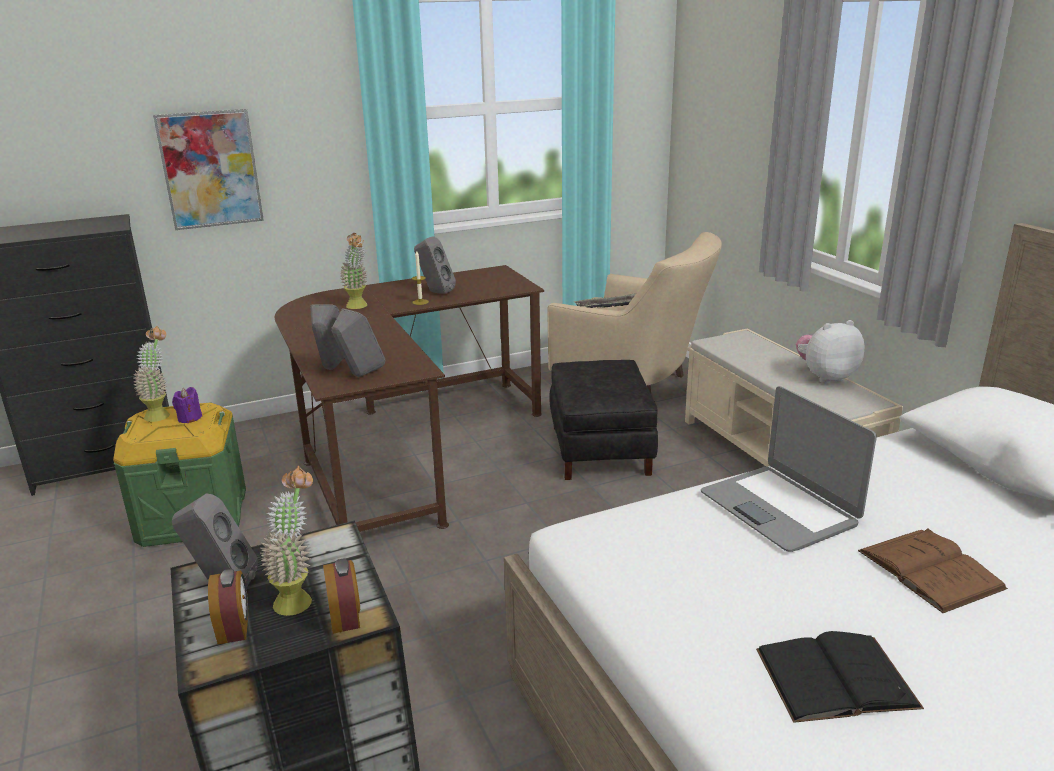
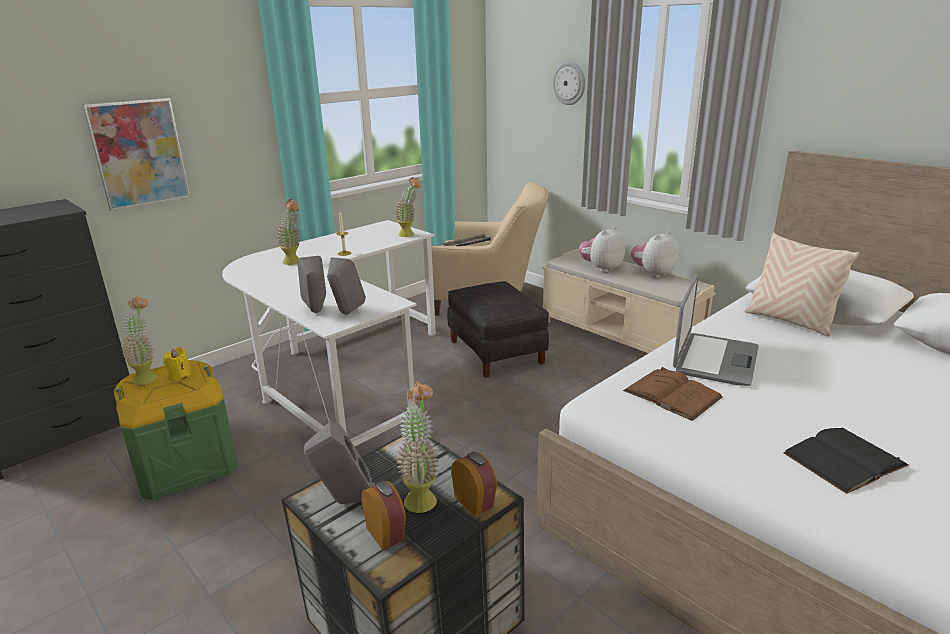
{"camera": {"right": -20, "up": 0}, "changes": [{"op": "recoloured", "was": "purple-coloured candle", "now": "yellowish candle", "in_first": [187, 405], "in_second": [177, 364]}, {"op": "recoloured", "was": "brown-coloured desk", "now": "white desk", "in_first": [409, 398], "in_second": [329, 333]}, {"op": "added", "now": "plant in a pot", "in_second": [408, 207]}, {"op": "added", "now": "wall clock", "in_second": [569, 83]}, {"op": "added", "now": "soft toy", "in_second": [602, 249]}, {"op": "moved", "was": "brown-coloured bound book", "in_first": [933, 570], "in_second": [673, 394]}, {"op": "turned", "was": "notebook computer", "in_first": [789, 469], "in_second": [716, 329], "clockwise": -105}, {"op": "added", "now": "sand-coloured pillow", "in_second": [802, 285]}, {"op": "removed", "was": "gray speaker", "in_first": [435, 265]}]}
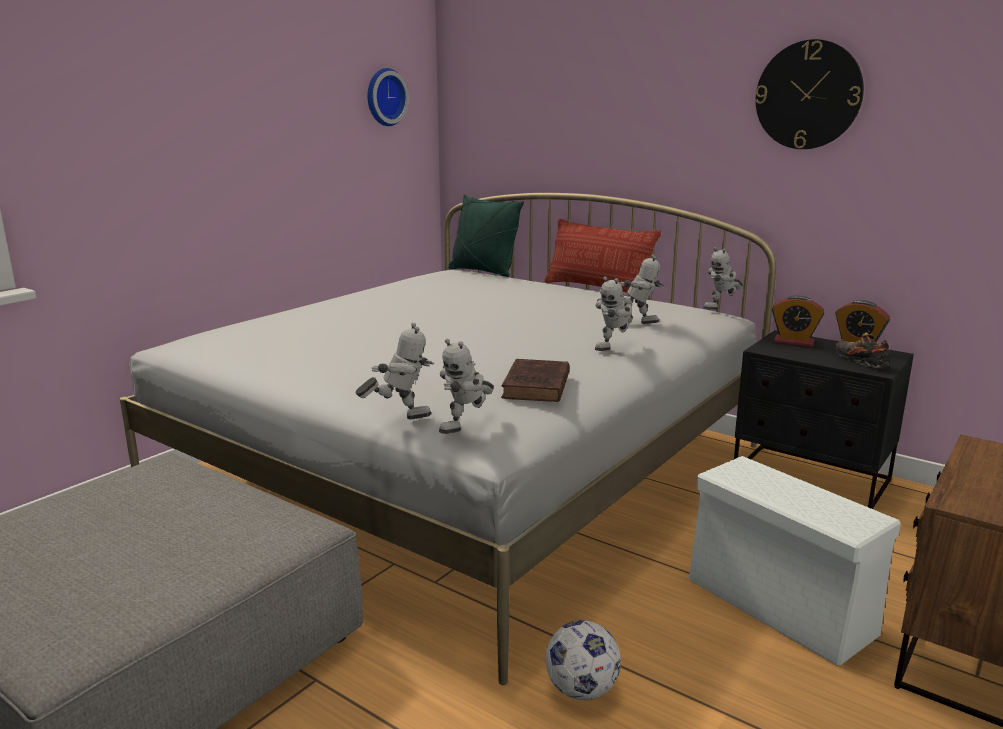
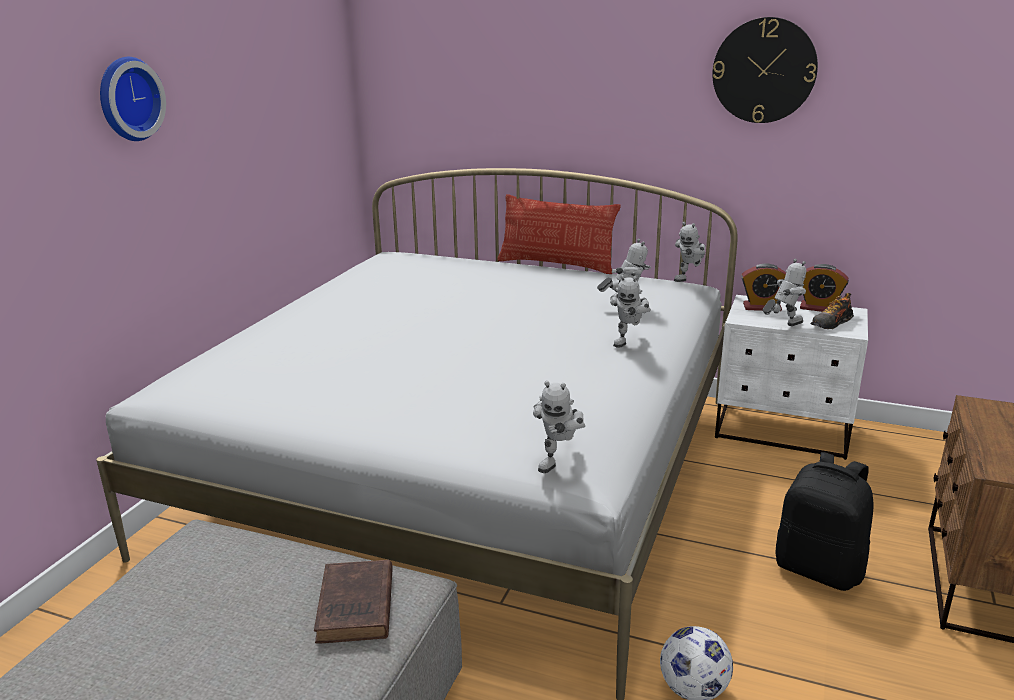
{"camera": {"right": -15, "up": 5}, "changes": [{"op": "moved", "was": "wall clock", "in_first": [388, 97], "in_second": [133, 99]}, {"op": "moved", "was": "brown-coloured bound book", "in_first": [535, 380], "in_second": [353, 602]}, {"op": "recoloured", "was": "black-coloured night table", "now": "white night table", "in_first": [824, 419], "in_second": [791, 377]}, {"op": "moved", "was": "toy robot", "in_first": [395, 371], "in_second": [784, 292]}, {"op": "replaced", "was": "white storage container", "now": "black-coloured rucksack", "in_first": [795, 561], "in_second": [824, 521]}, {"op": "turned", "was": "shoe", "in_first": [862, 350], "in_second": [832, 311], "clockwise": -90}, {"op": "removed", "was": "green pillow", "in_first": [486, 235]}]}
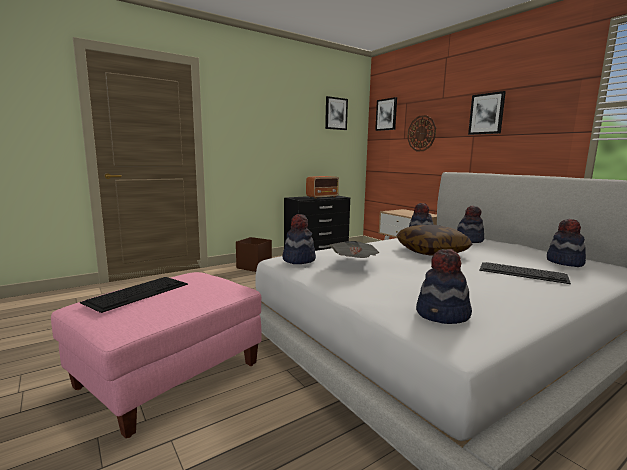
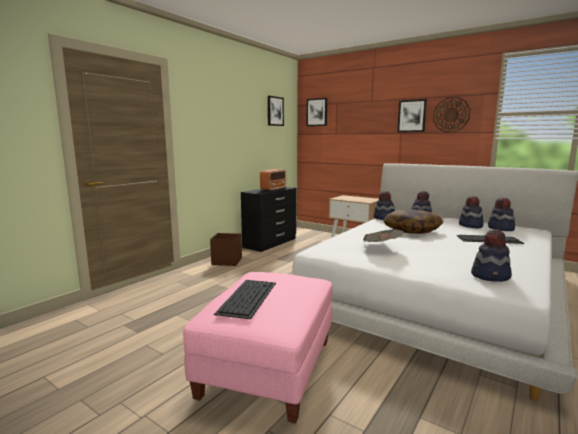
{"camera": {"right": -20, "up": 0}, "changes": [{"op": "moved", "was": "wall clock", "in_first": [421, 133], "in_second": [452, 115]}, {"op": "moved", "was": "wearable hat", "in_first": [299, 239], "in_second": [471, 212]}]}
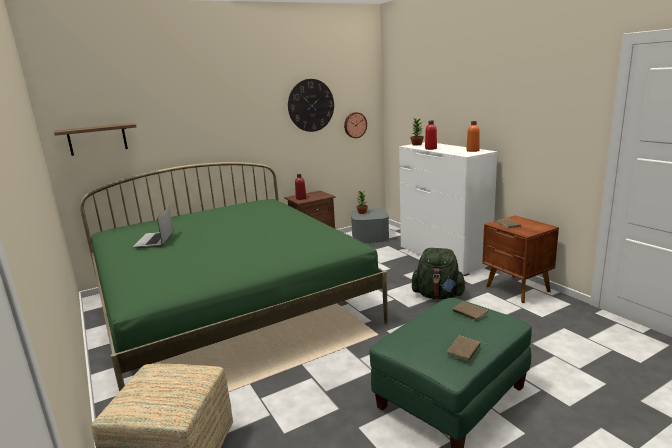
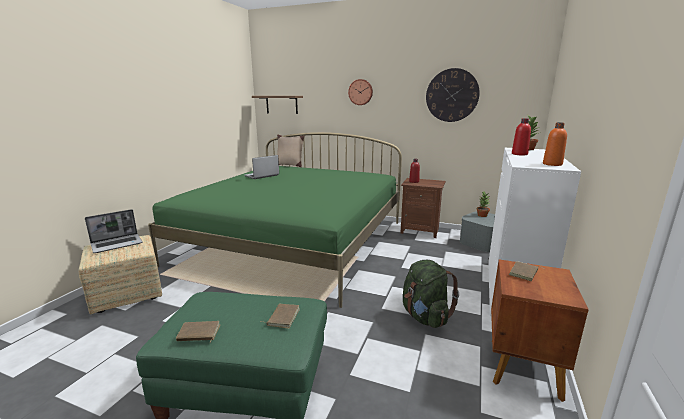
{"camera": {"right": 50, "up": 0}, "changes": [{"op": "added", "now": "notebook computer", "in_second": [113, 231]}, {"op": "added", "now": "sand-coloured pillow", "in_second": [291, 151]}, {"op": "moved", "was": "wall clock", "in_first": [355, 125], "in_second": [360, 92]}]}
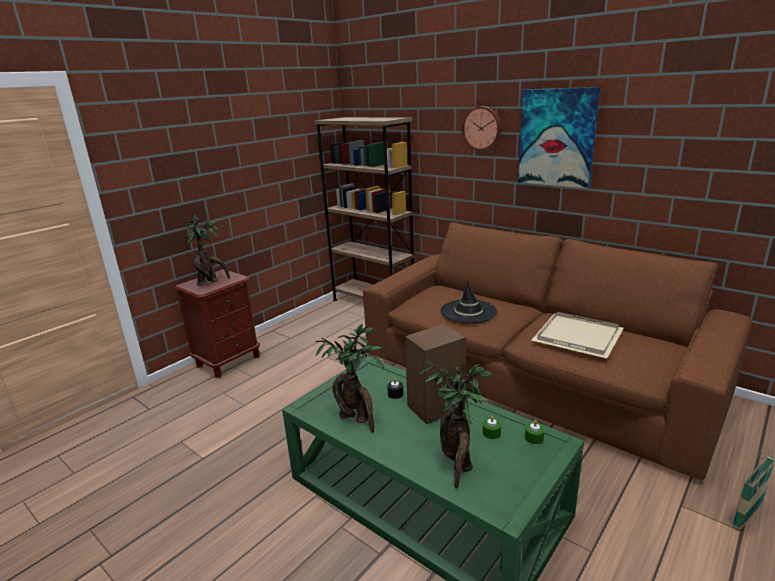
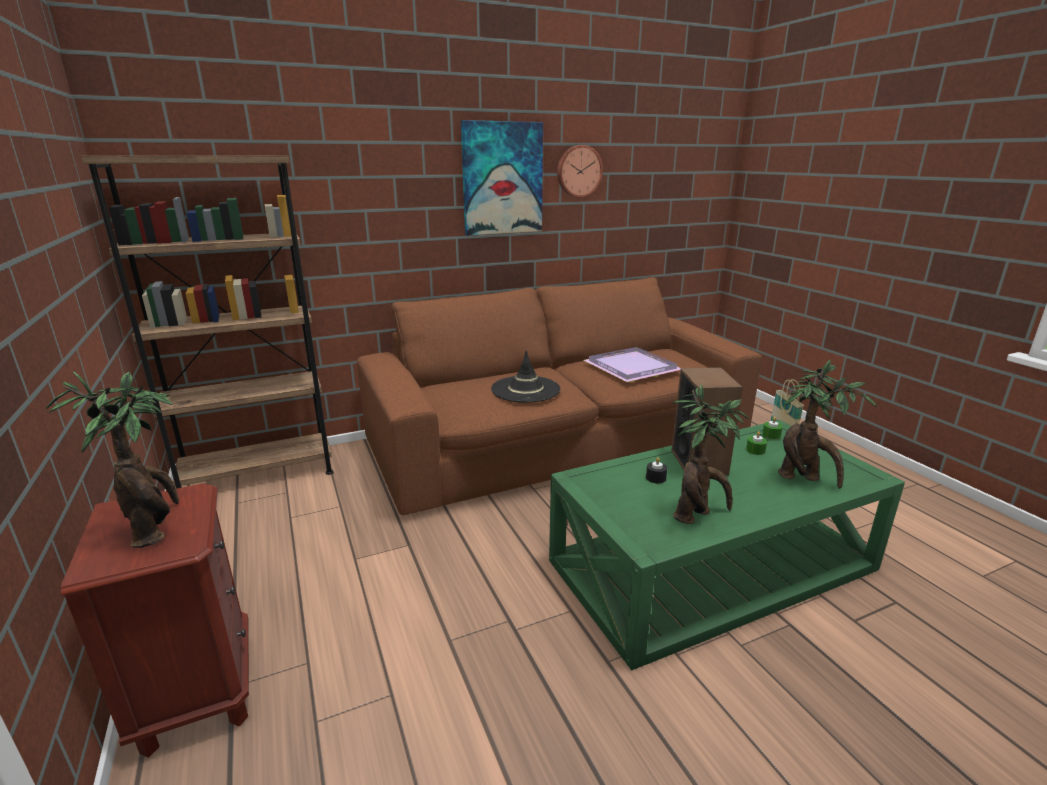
{"camera": {"right": -65, "up": 0}, "changes": [{"op": "moved", "was": "wall clock", "in_first": [481, 128], "in_second": [580, 171]}, {"op": "recoloured", "was": "sand-coloured tray", "now": "purple-coloured tray", "in_first": [578, 335], "in_second": [632, 364]}]}
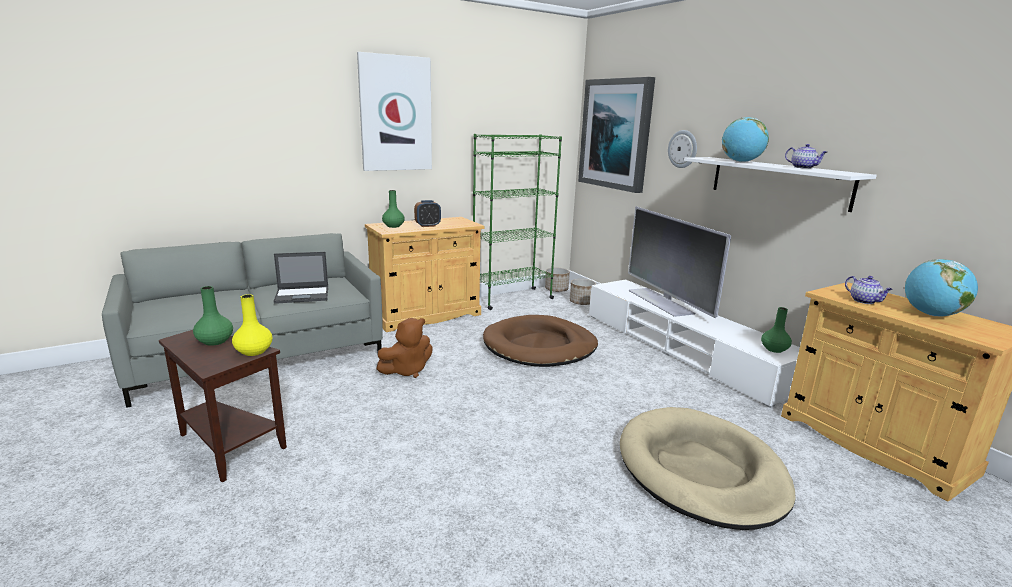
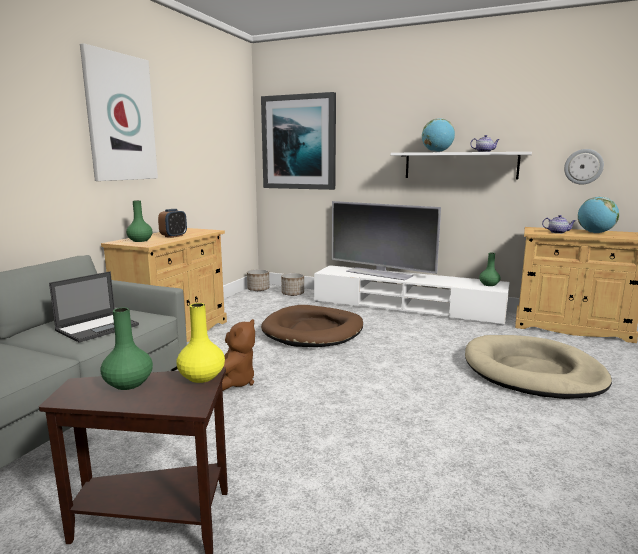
{"camera": {"right": -35, "up": -5}, "changes": [{"op": "moved", "was": "wall clock", "in_first": [682, 149], "in_second": [584, 167]}, {"op": "removed", "was": "green bookshelf", "in_first": [517, 222]}]}
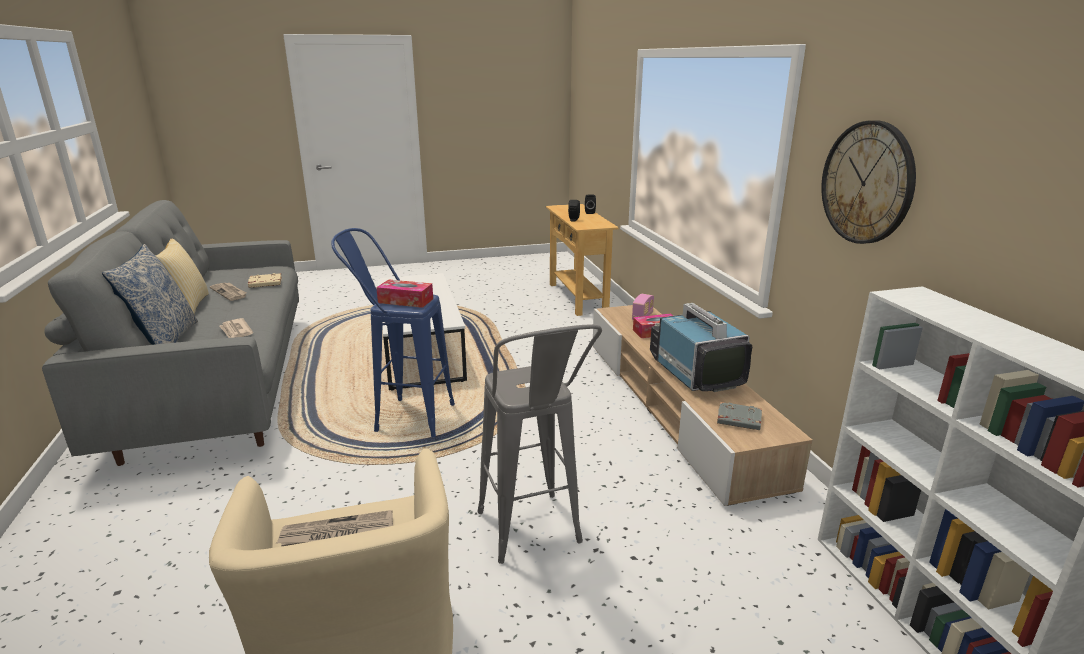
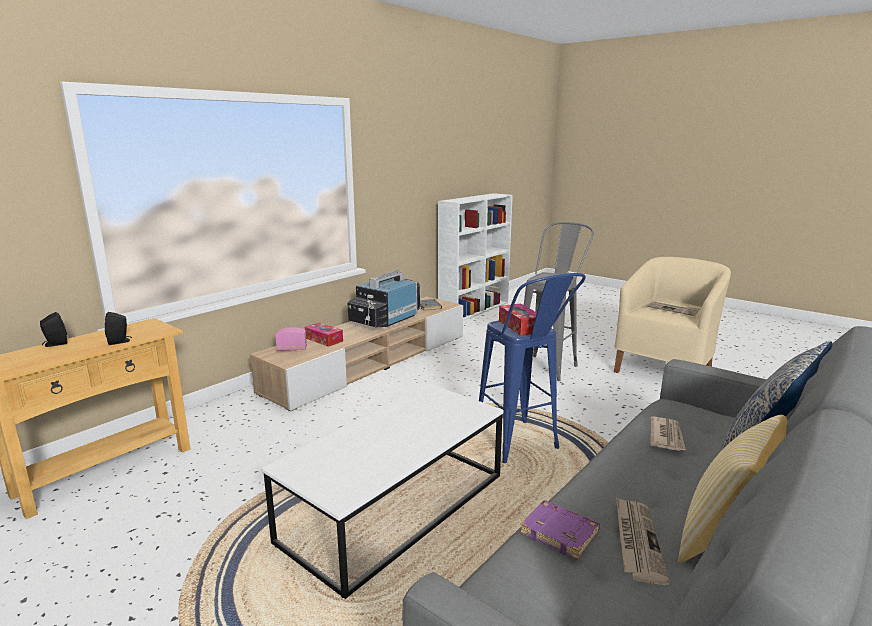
{"camera": {"right": -125, "up": -5}, "changes": [{"op": "recoloured", "was": "sand-coloured bound book", "now": "purple-coloured bound book", "in_first": [265, 280], "in_second": [560, 530]}, {"op": "removed", "was": "wall clock", "in_first": [869, 182]}]}
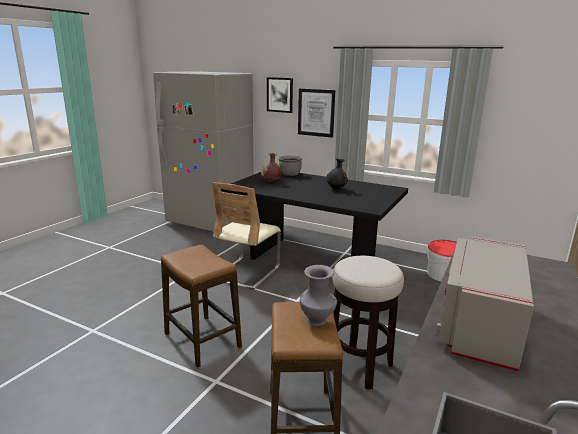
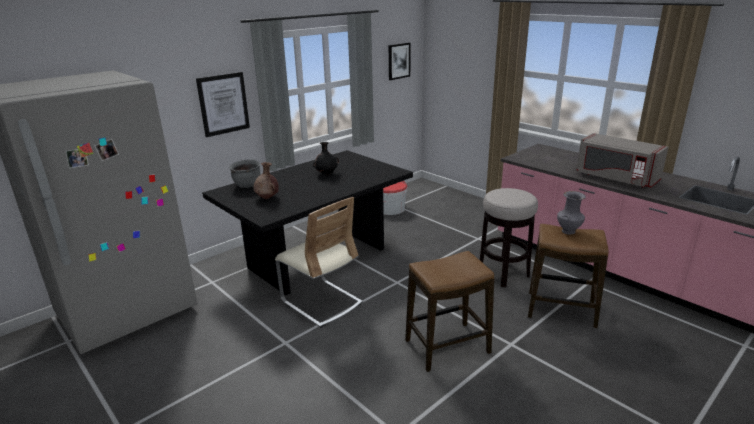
{"camera": {"right": -70, "up": 5}, "changes": [{"op": "moved", "was": "wall art", "in_first": [280, 95], "in_second": [400, 61]}]}
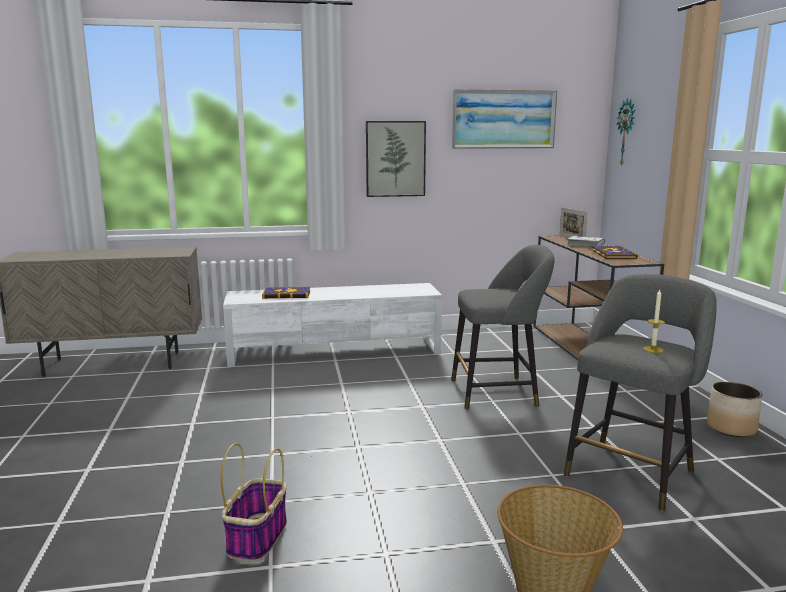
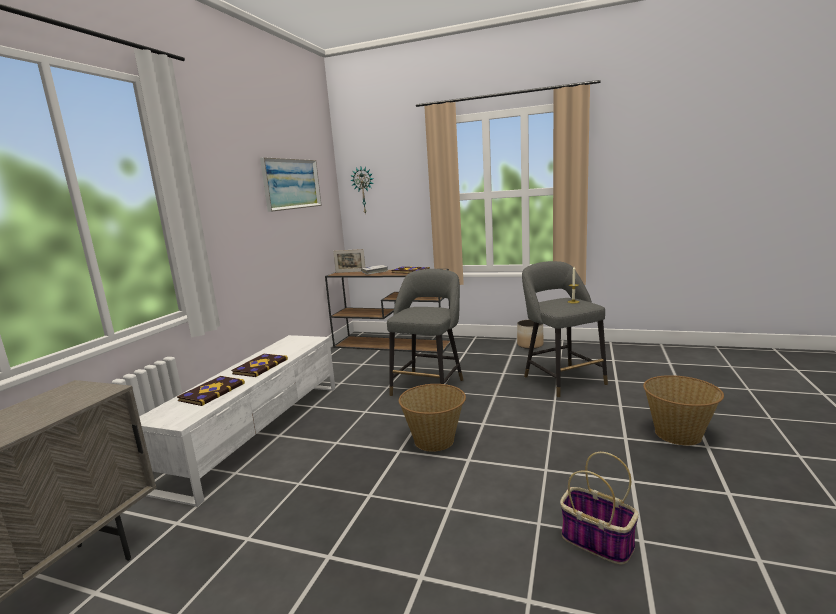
{"camera": {"right": -60, "up": 0}, "changes": [{"op": "added", "now": "bound book", "in_second": [259, 365]}, {"op": "added", "now": "household basket", "in_second": [432, 418]}, {"op": "removed", "was": "wall art", "in_first": [396, 159]}]}
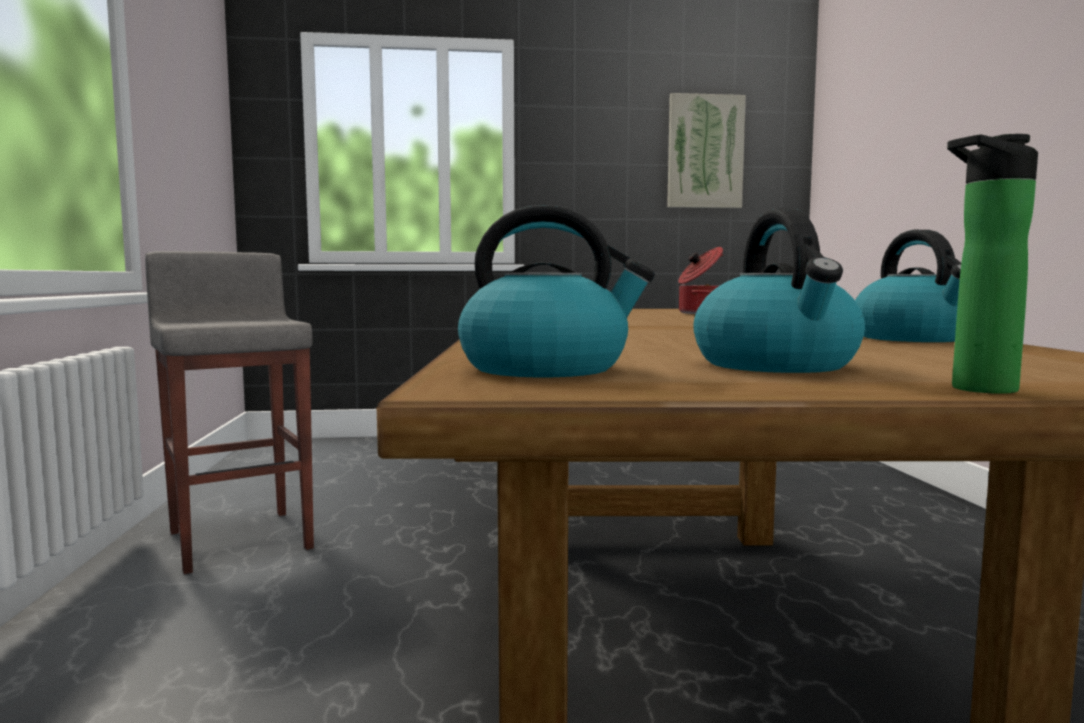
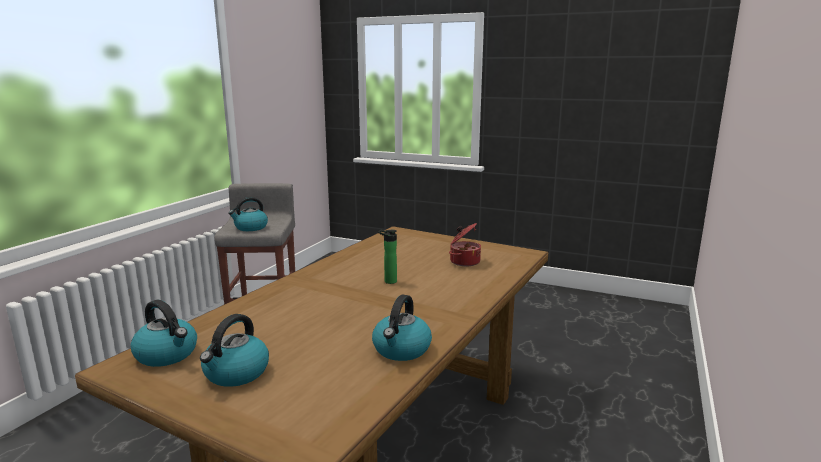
{"camera": {"right": 30, "up": 10}, "changes": [{"op": "added", "now": "kettle", "in_second": [248, 214]}, {"op": "moved", "was": "bottle", "in_first": [992, 264], "in_second": [387, 257]}, {"op": "removed", "was": "wall art", "in_first": [706, 150]}]}
